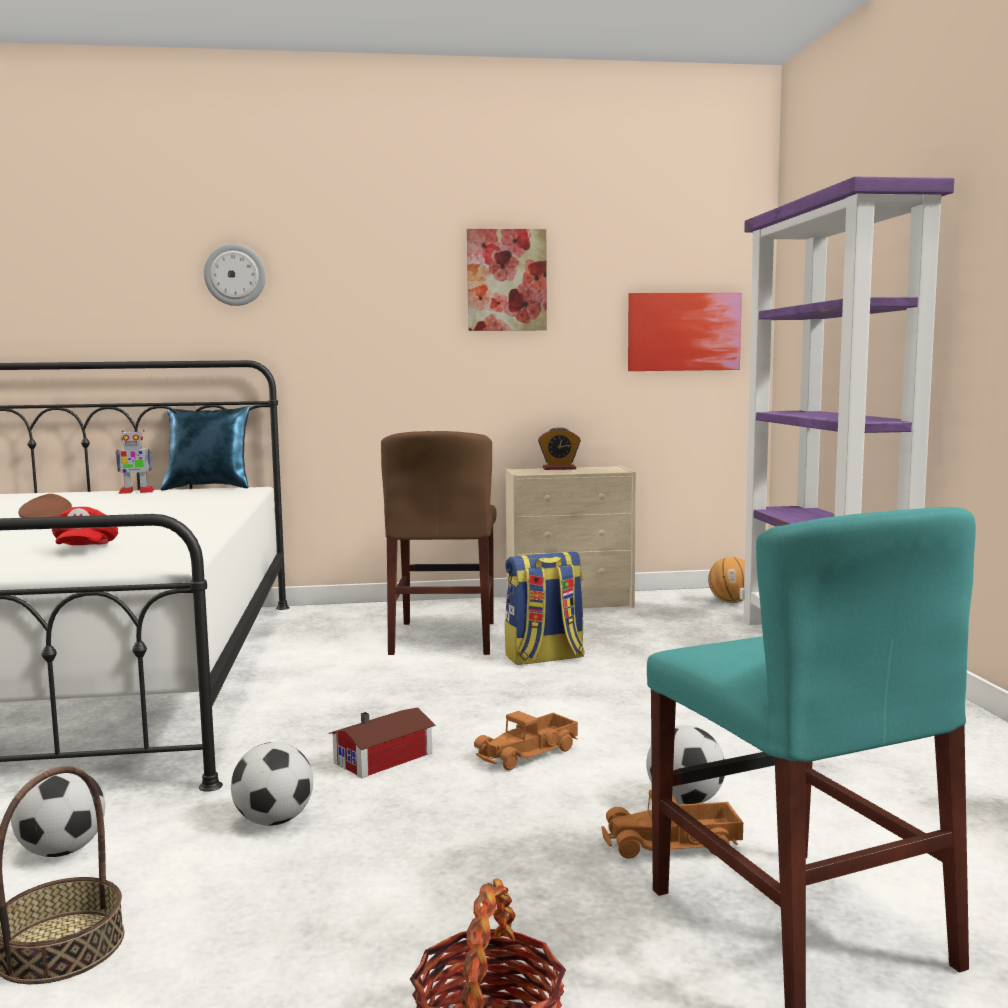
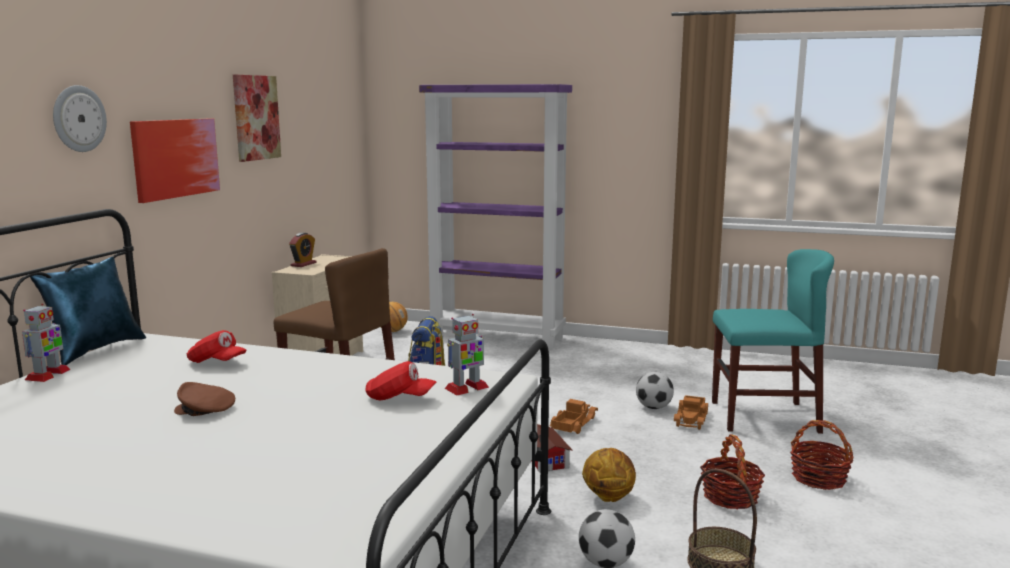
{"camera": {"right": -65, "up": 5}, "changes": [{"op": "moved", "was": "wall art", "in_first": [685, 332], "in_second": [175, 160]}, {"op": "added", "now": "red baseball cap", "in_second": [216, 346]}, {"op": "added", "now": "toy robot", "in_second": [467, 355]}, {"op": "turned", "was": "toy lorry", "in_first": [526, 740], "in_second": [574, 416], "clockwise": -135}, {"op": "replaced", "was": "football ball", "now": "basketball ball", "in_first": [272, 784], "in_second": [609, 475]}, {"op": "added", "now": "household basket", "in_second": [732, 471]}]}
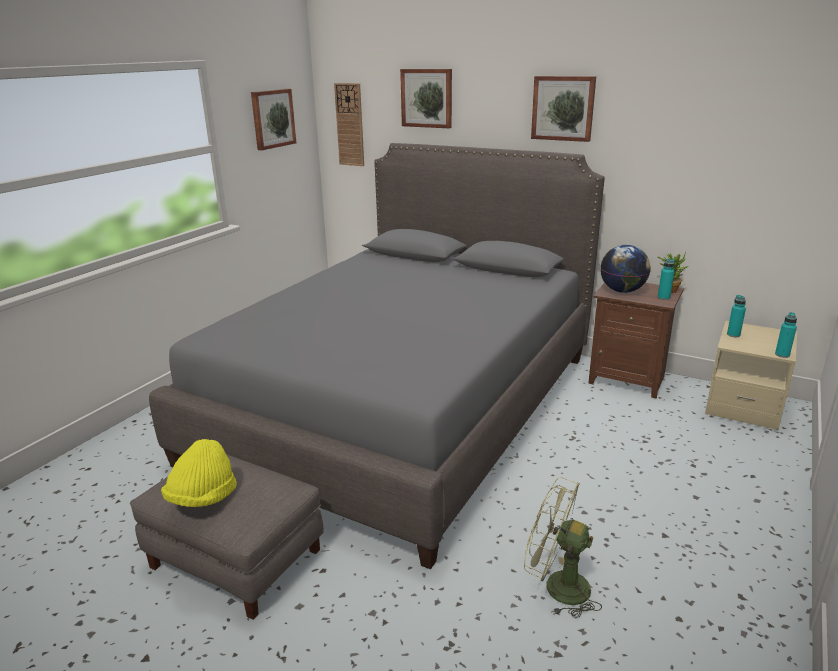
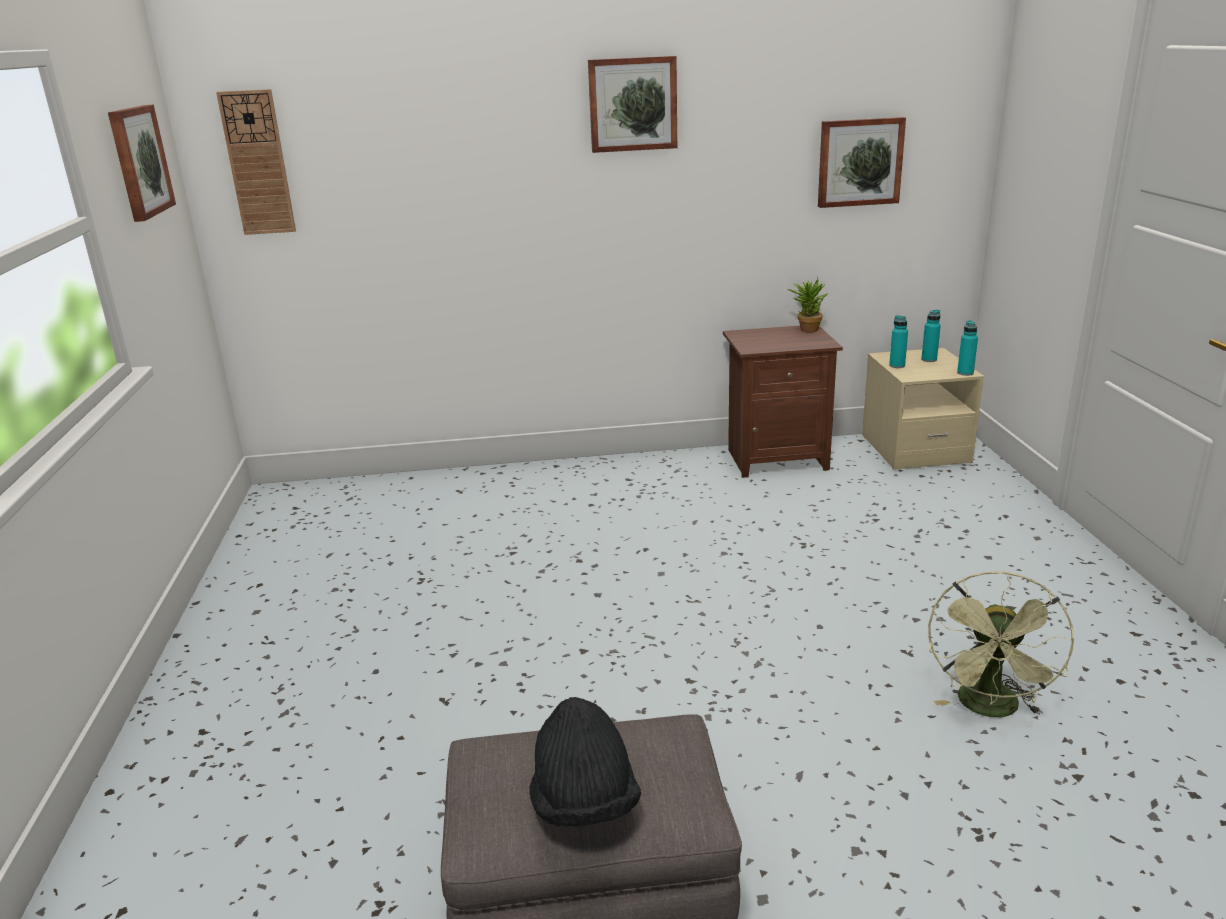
{"camera": {"right": -35, "up": 0}, "changes": [{"op": "recoloured", "was": "yellowish wearable hat", "now": "black-coloured wearable hat", "in_first": [199, 473], "in_second": [585, 762]}, {"op": "moved", "was": "wall art", "in_first": [426, 98], "in_second": [862, 162]}, {"op": "moved", "was": "turquoise-coloured bottle", "in_first": [666, 279], "in_second": [931, 336]}, {"op": "turned", "was": "green cooling fan", "in_first": [563, 547], "in_second": [1001, 644], "clockwise": -60}, {"op": "removed", "was": "gray sleeping bed", "in_first": [377, 356]}, {"op": "removed", "was": "globe", "in_first": [626, 269]}]}
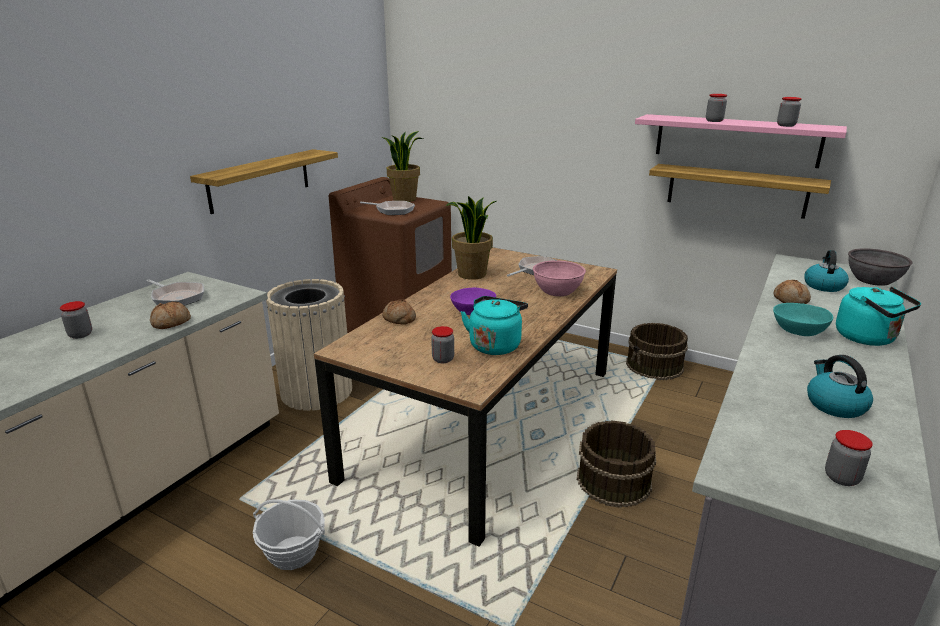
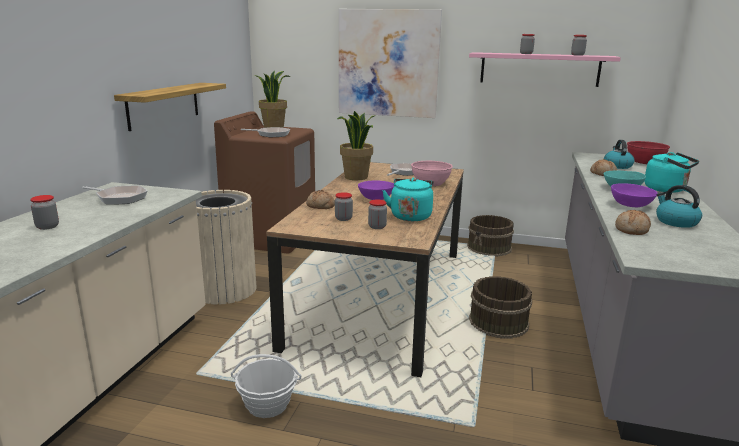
{"camera": {"right": -15, "up": -5}, "changes": [{"op": "moved", "was": "storage jar", "in_first": [849, 458], "in_second": [344, 206]}, {"op": "added", "now": "wall art", "in_second": [390, 63]}, {"op": "added", "now": "purple-coloured serving bowl", "in_second": [634, 195]}, {"op": "moved", "was": "bakery bread", "in_first": [170, 315], "in_second": [633, 222]}, {"op": "recoloured", "was": "gray serving bowl", "now": "red serving bowl", "in_first": [880, 267], "in_second": [648, 152]}, {"op": "removed", "was": "wall shelf", "in_first": [740, 191]}]}
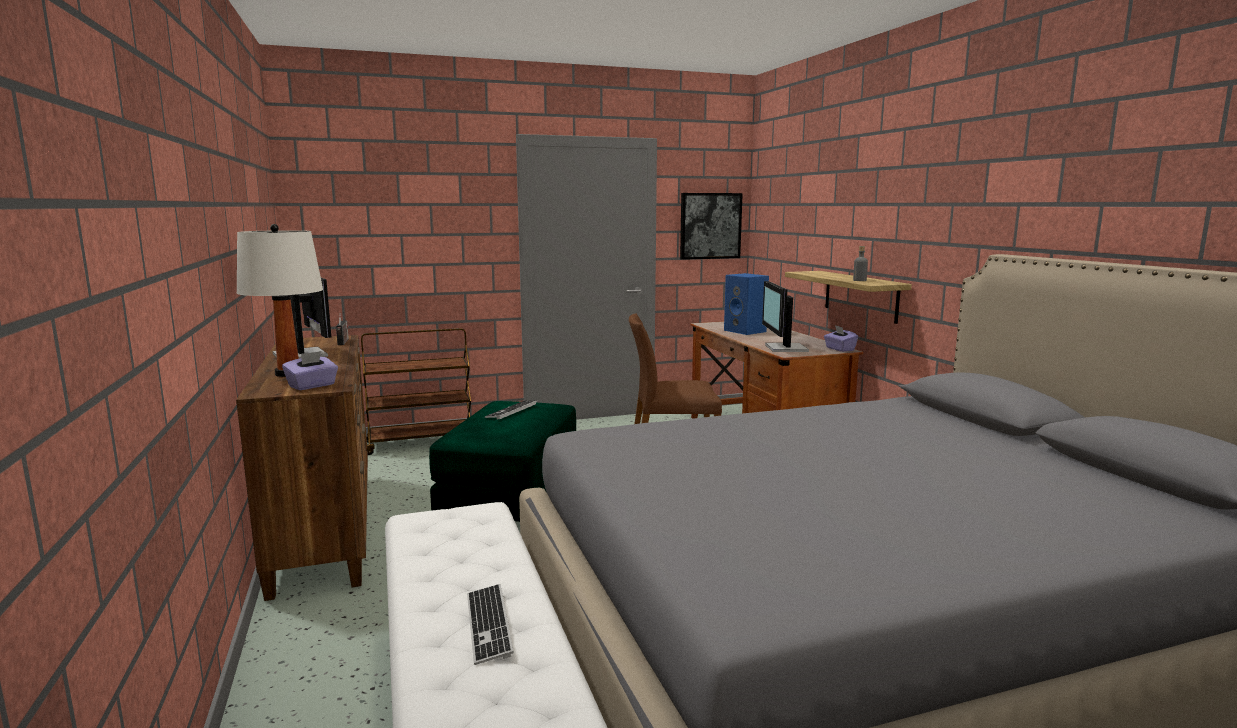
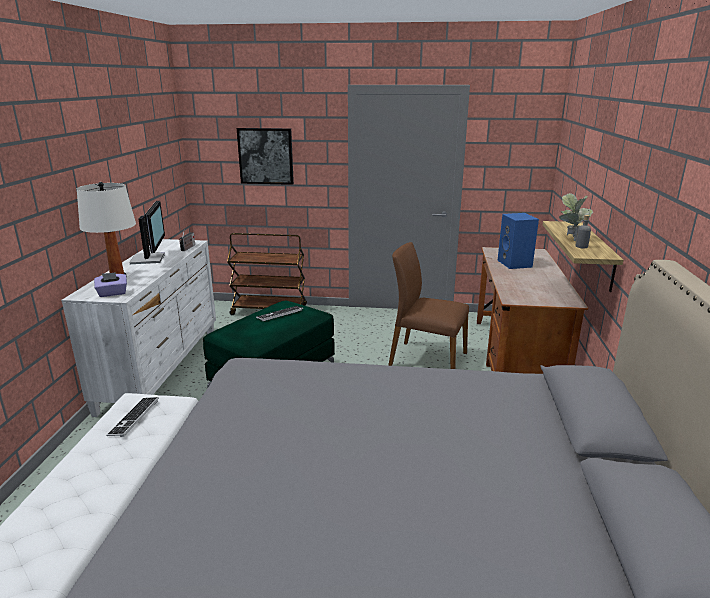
{"camera": {"right": 25, "up": 10}, "changes": [{"op": "recoloured", "was": "brown-coloured dresser", "now": "white dresser", "in_first": [302, 468], "in_second": [138, 328]}, {"op": "moved", "was": "computer keyboard", "in_first": [490, 624], "in_second": [132, 417]}, {"op": "moved", "was": "wall art", "in_first": [711, 226], "in_second": [265, 156]}, {"op": "added", "now": "plant in a pot", "in_second": [576, 217]}, {"op": "removed", "was": "monitor", "in_first": [785, 316]}, {"op": "removed", "was": "purple-coloured tissue box", "in_first": [841, 338]}]}
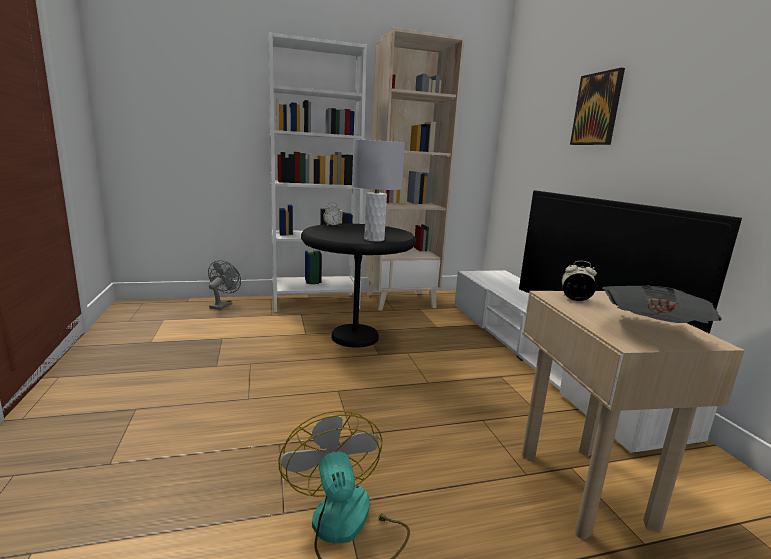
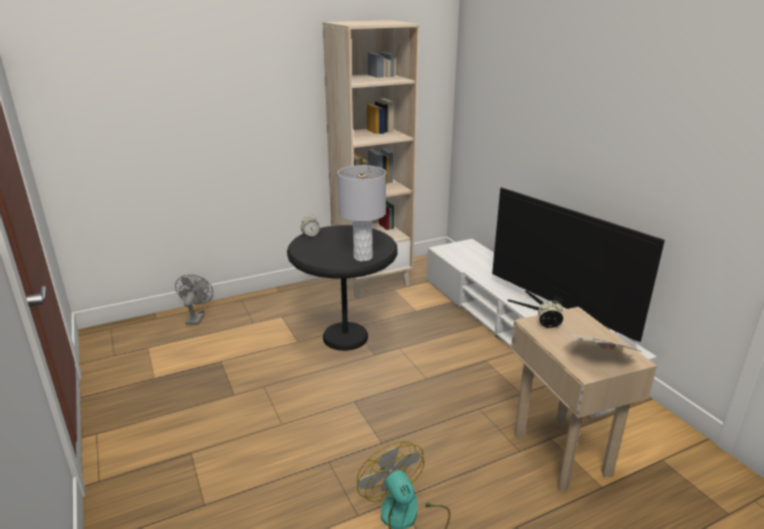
{"camera": {"right": -10, "up": 10}, "changes": [{"op": "removed", "was": "white bookshelf", "in_first": [317, 172]}, {"op": "removed", "was": "wall art", "in_first": [597, 106]}]}
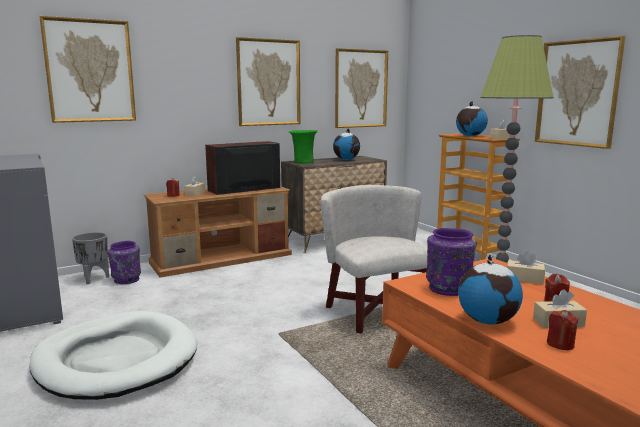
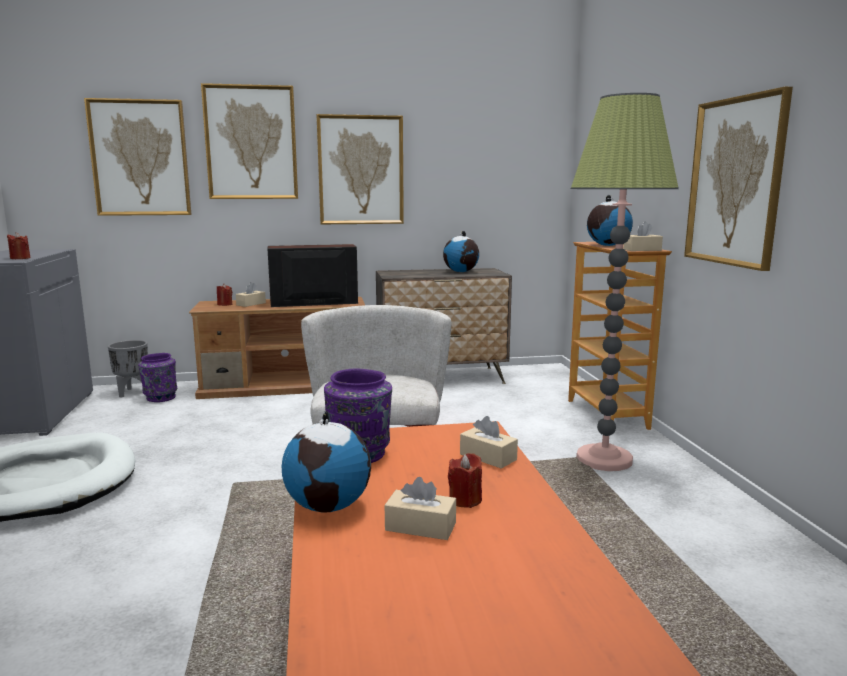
{"camera": {"right": 20, "up": 0}, "changes": [{"op": "moved", "was": "red candle", "in_first": [563, 330], "in_second": [19, 245]}, {"op": "moved", "was": "wall art", "in_first": [361, 88], "in_second": [249, 141]}, {"op": "removed", "was": "green vase", "in_first": [303, 147]}]}
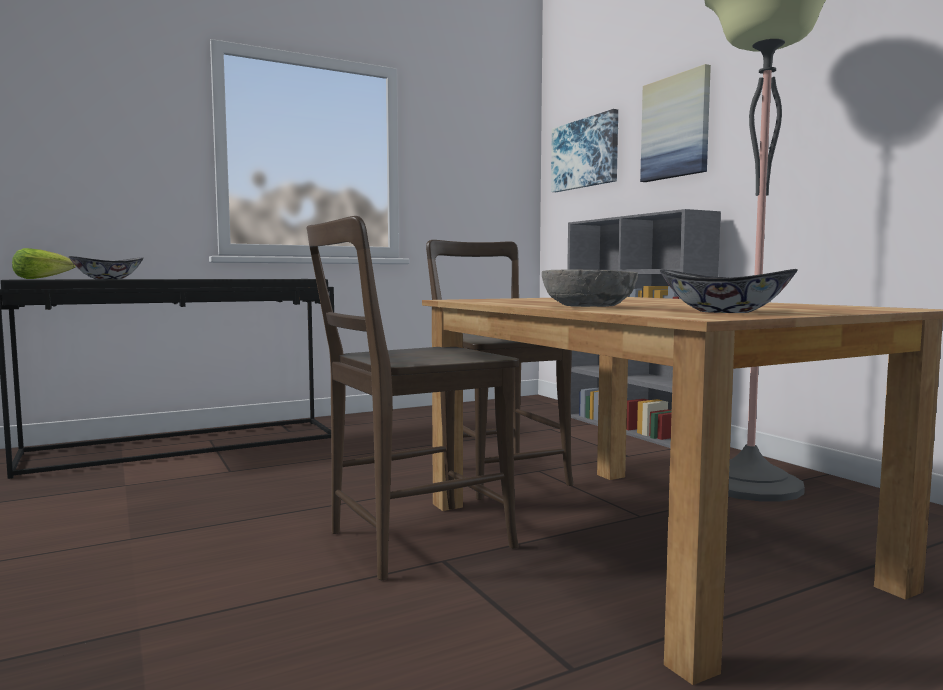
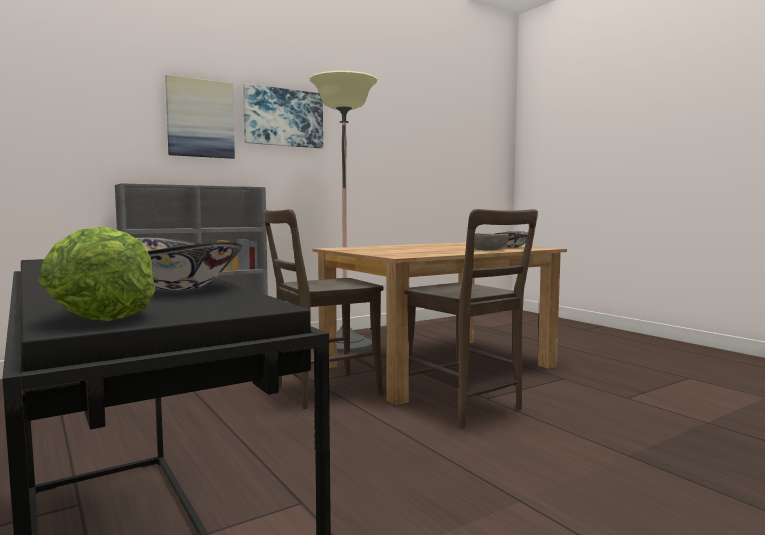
{"camera": {"right": -95, "up": 0}, "changes": [{"op": "moved", "was": "wall art", "in_first": [584, 150], "in_second": [283, 115]}]}
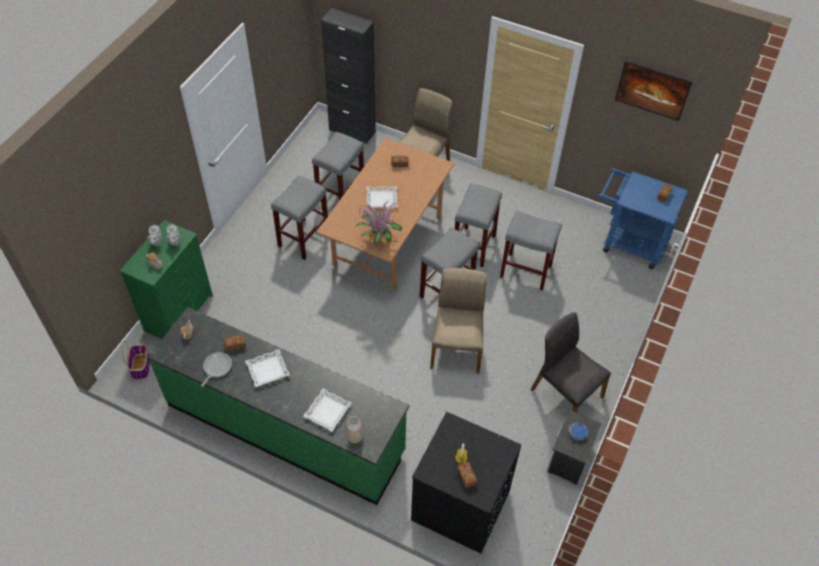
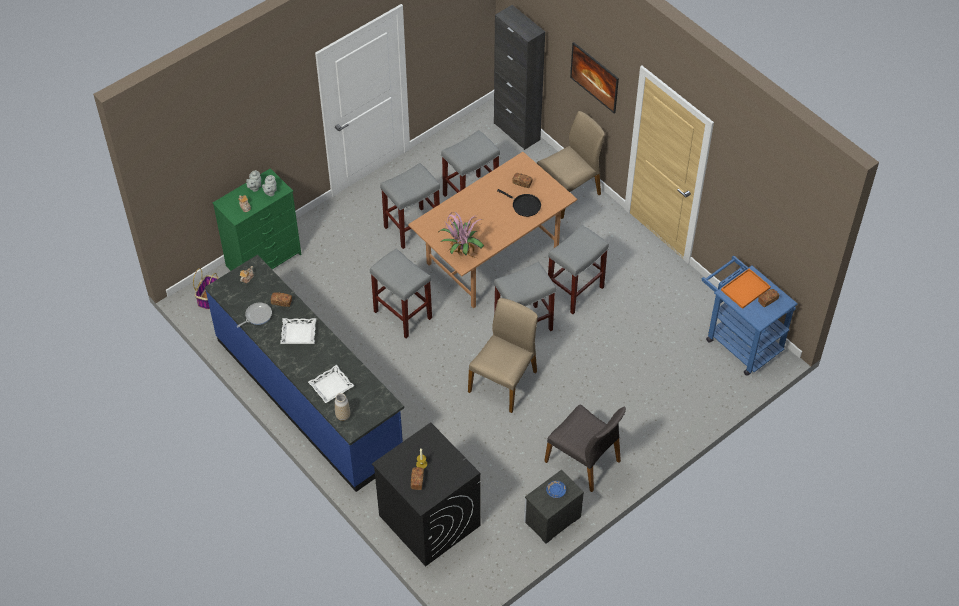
{"camera": {"right": 25, "up": 0}, "changes": [{"op": "recoloured", "was": "green kitchen counter", "now": "bluish kitchen counter", "in_first": [278, 406], "in_second": [304, 373]}, {"op": "moved", "was": "gray stool", "in_first": [531, 250], "in_second": [401, 293]}, {"op": "added", "now": "black-coloured skillet", "in_second": [519, 203]}, {"op": "turned", "was": "gray chair", "in_first": [571, 362], "in_second": [585, 448], "clockwise": 150}, {"op": "moved", "was": "wall art", "in_first": [654, 90], "in_second": [594, 77]}, {"op": "added", "now": "orangey tray", "in_second": [746, 289]}, {"op": "removed", "was": "white tray", "in_first": [382, 197]}]}
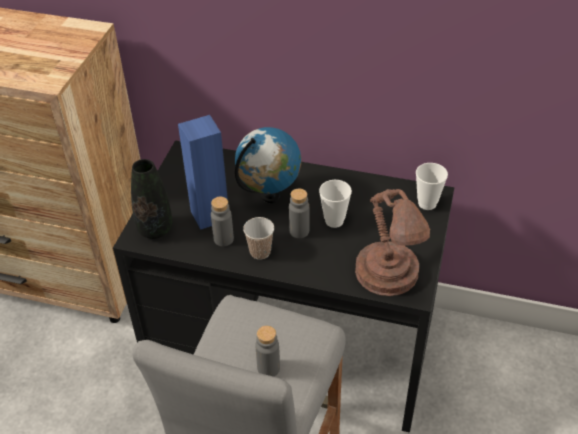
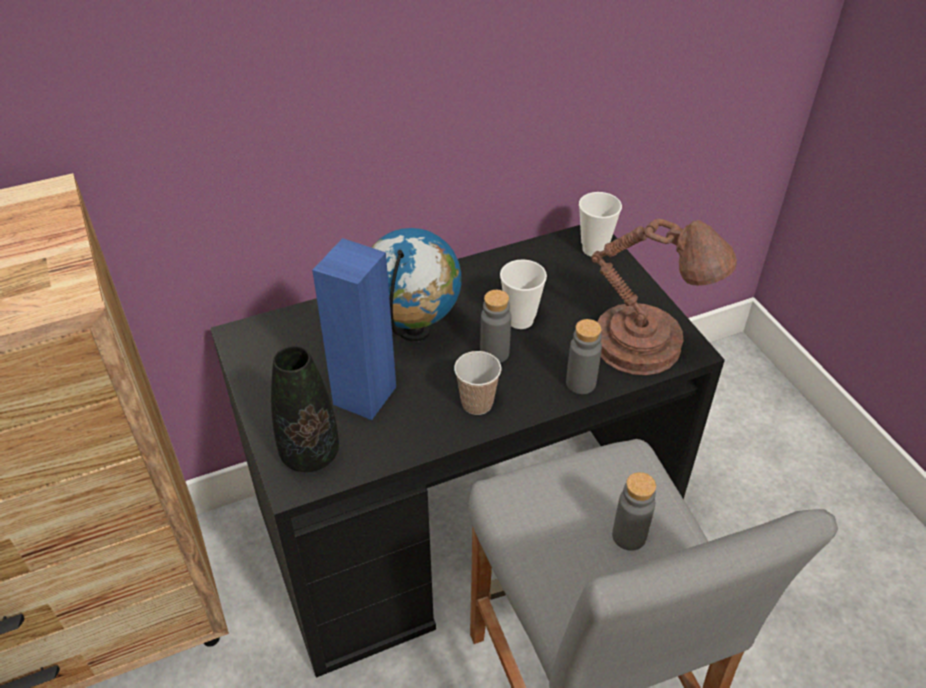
{"camera": {"right": -40, "up": 0}, "changes": [{"op": "moved", "was": "gray bottle", "in_first": [222, 221], "in_second": [584, 356]}]}
